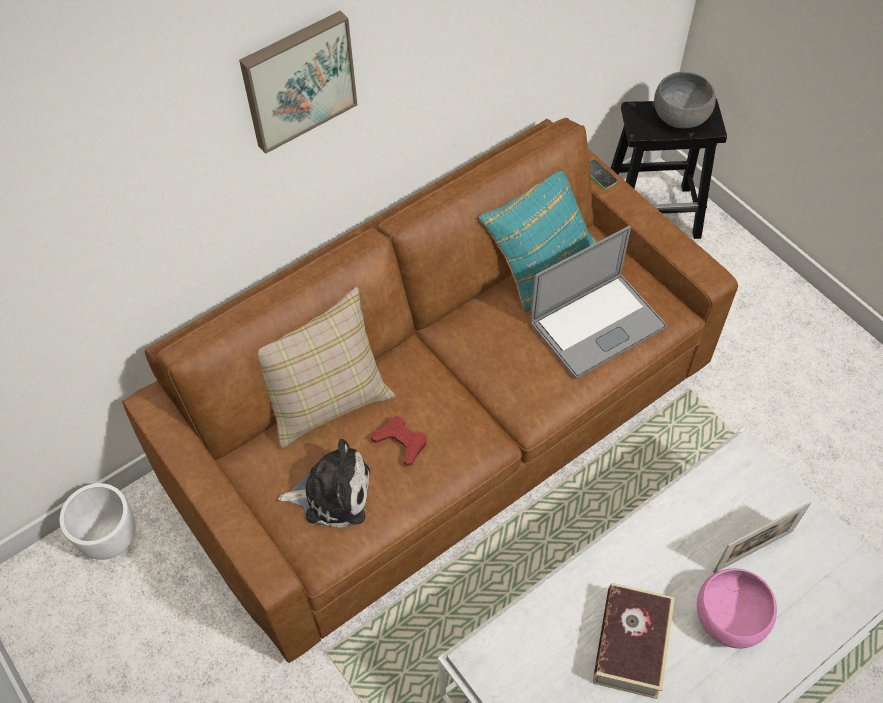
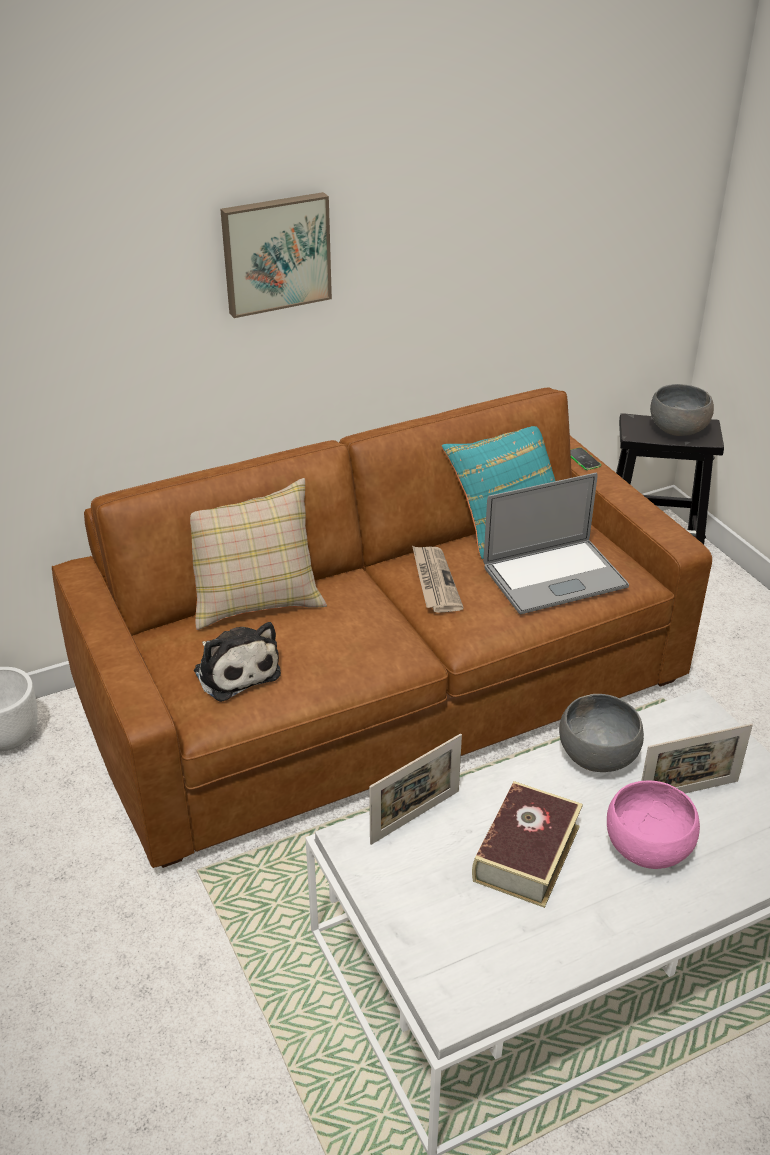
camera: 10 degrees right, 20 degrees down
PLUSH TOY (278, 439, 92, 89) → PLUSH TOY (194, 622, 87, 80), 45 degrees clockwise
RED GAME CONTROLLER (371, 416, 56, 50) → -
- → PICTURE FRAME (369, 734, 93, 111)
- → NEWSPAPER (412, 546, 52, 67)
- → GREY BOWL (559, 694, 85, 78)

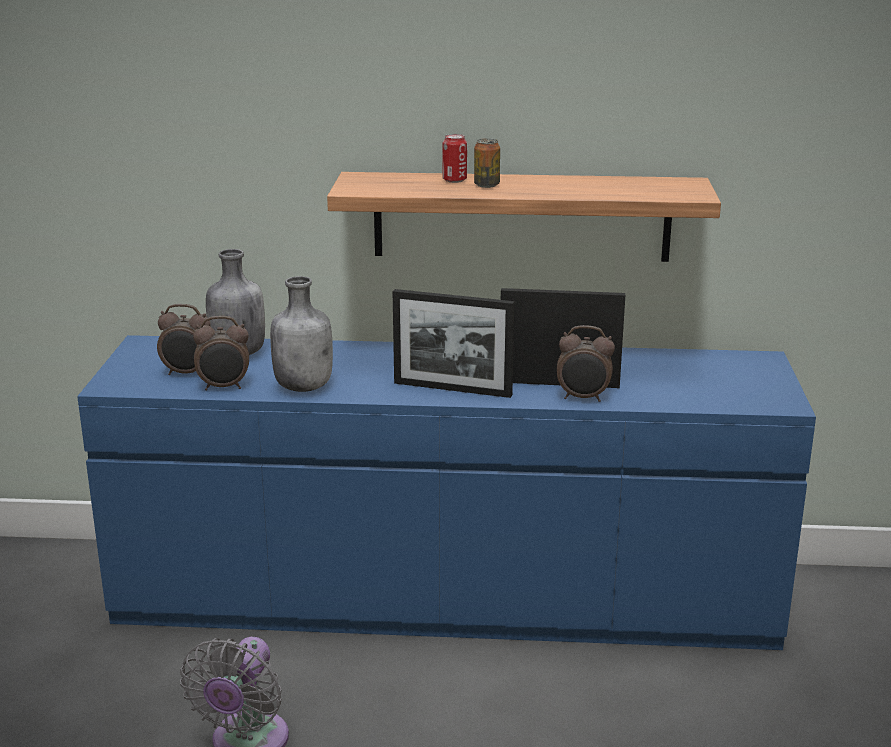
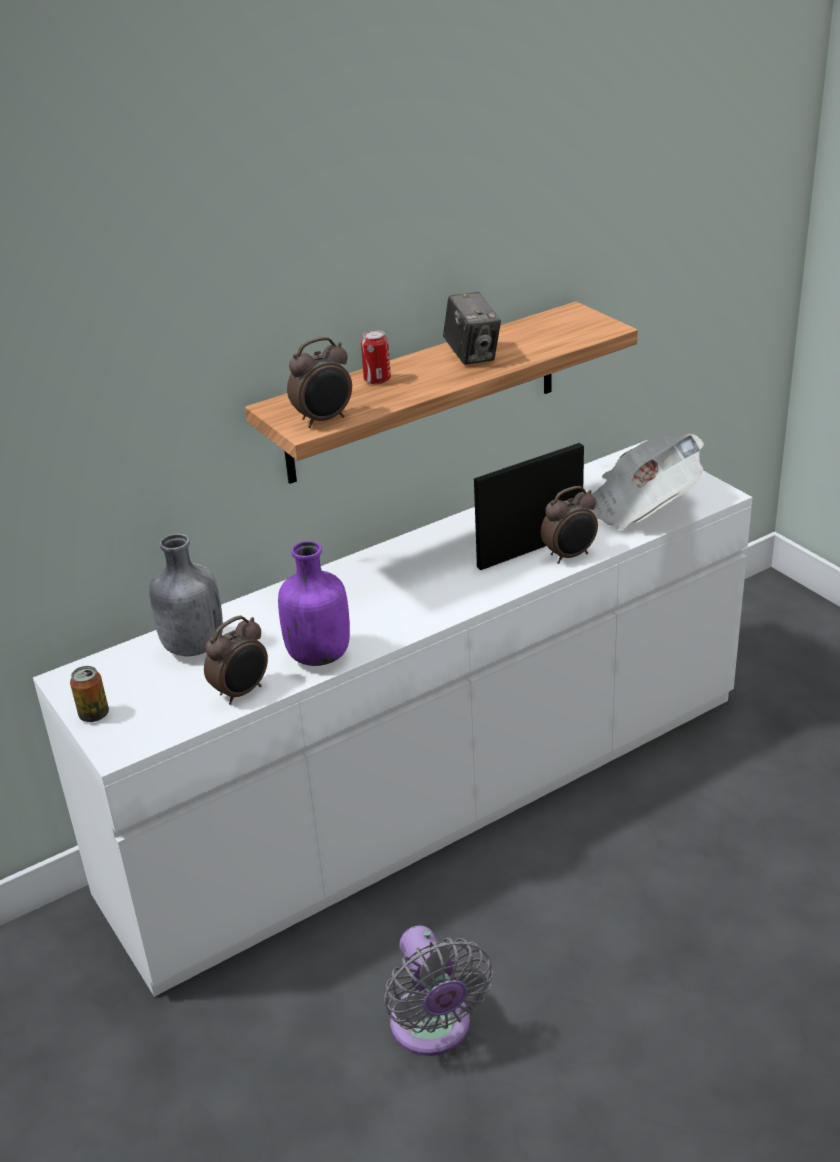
camera: 35 degrees left, 10 degrees up
BLUE DRESSER (77, 335, 739, 315) → WHITE DRESSER (33, 440, 719, 557)
ALARM CLOCK (157, 304, 54, 71) → ALARM CLOCK (287, 337, 65, 91), relocated
GREY BOTTLE (270, 276, 63, 116) → PURPLE BOTTLE (278, 541, 72, 125)
PICTURE FRAME (393, 289, 122, 109) → -
CAN (474, 139, 26, 49) → CAN (70, 666, 39, 56), relocated
- → PHOTO CAMERA (443, 292, 58, 73)
- → NEWSPAPER (590, 432, 114, 98)

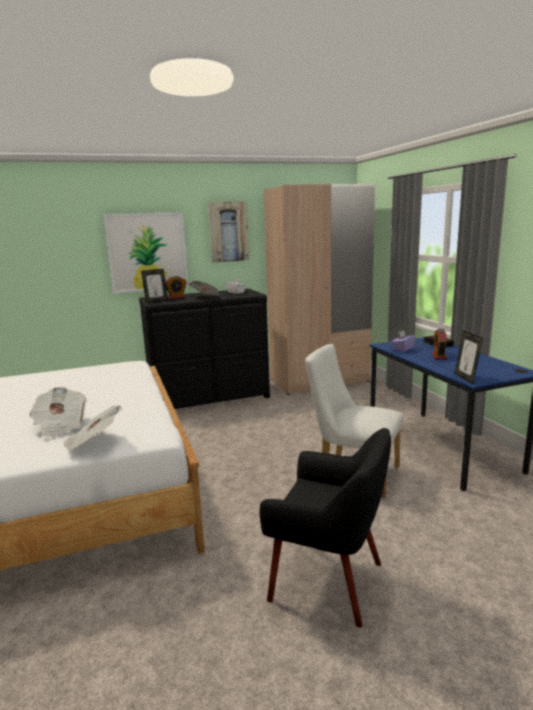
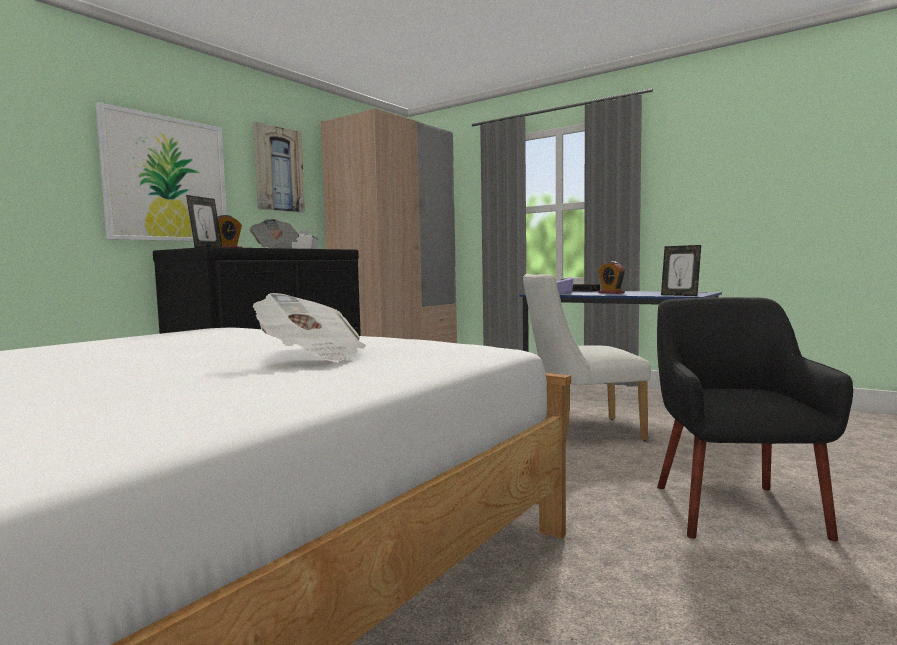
camera: 35 degrees left, 10 degrees down
NEWSPAPER (63, 405, 59, 47) → -
BLACK ARMCHAIR (259, 428, 132, 200) → BLACK ARMCHAIR (657, 297, 196, 244), 75 degrees counterclockwise

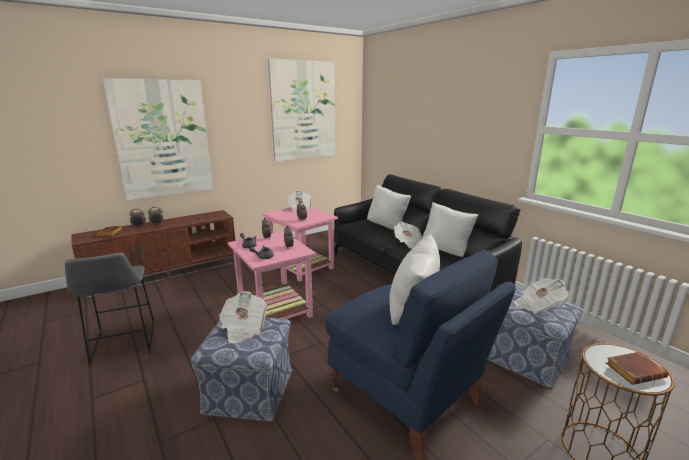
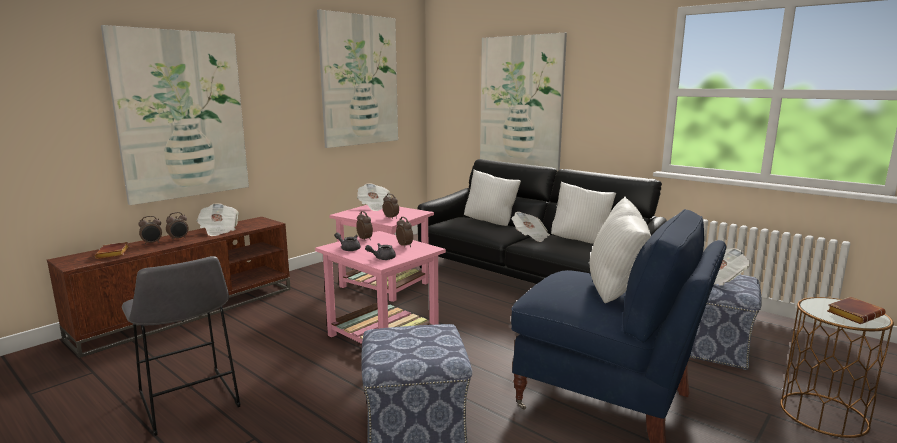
camera: 15 degrees left, 5 degrees down
NEWSPAPER (219, 291, 48, 52) → NEWSPAPER (196, 203, 43, 33), relocated
- → PICTURE (480, 33, 87, 137)

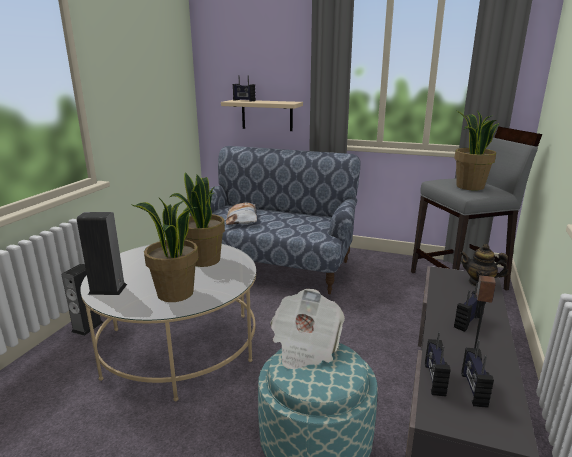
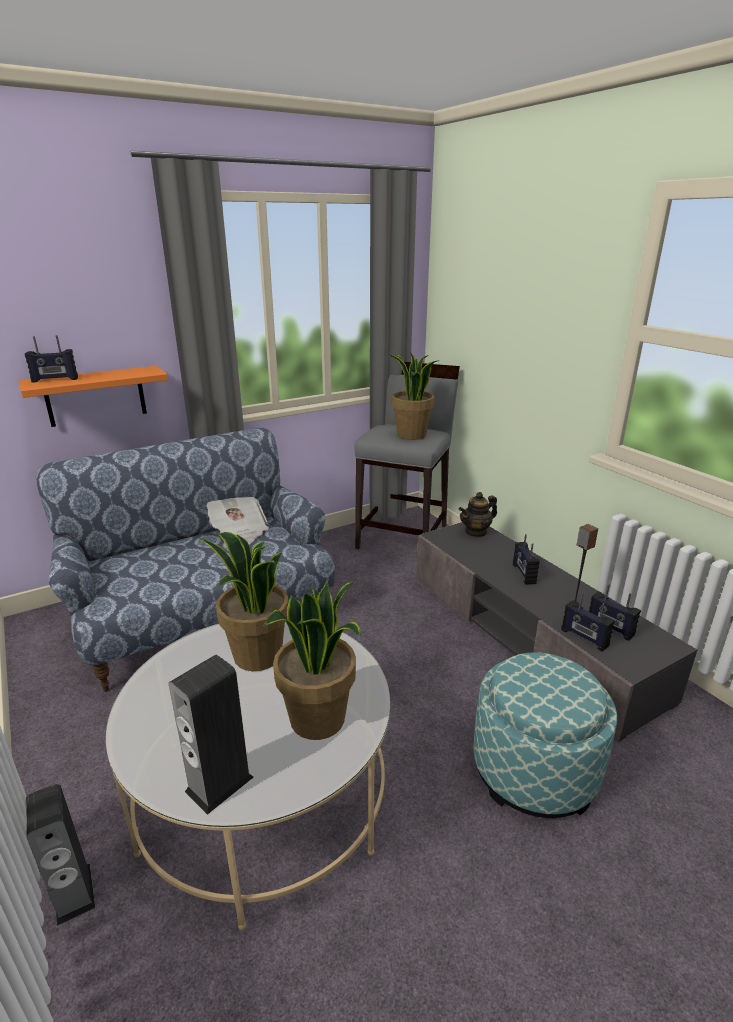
camera: 50 degrees left, 5 degrees up
BEIGE SHELF (221, 100, 82, 31) → ORANGE SHELF (18, 366, 150, 61)
PILLOW (226, 203, 31, 22) → -
NEWSPAPER (270, 289, 75, 80) → NEWSPAPER (207, 497, 62, 47), relocated

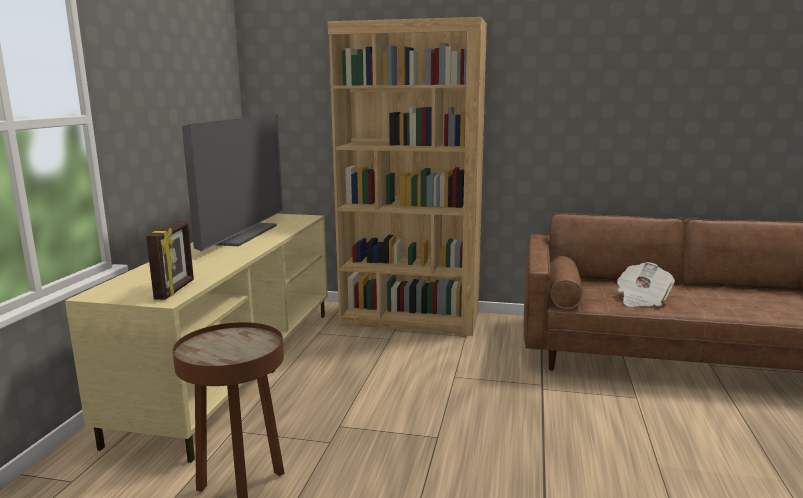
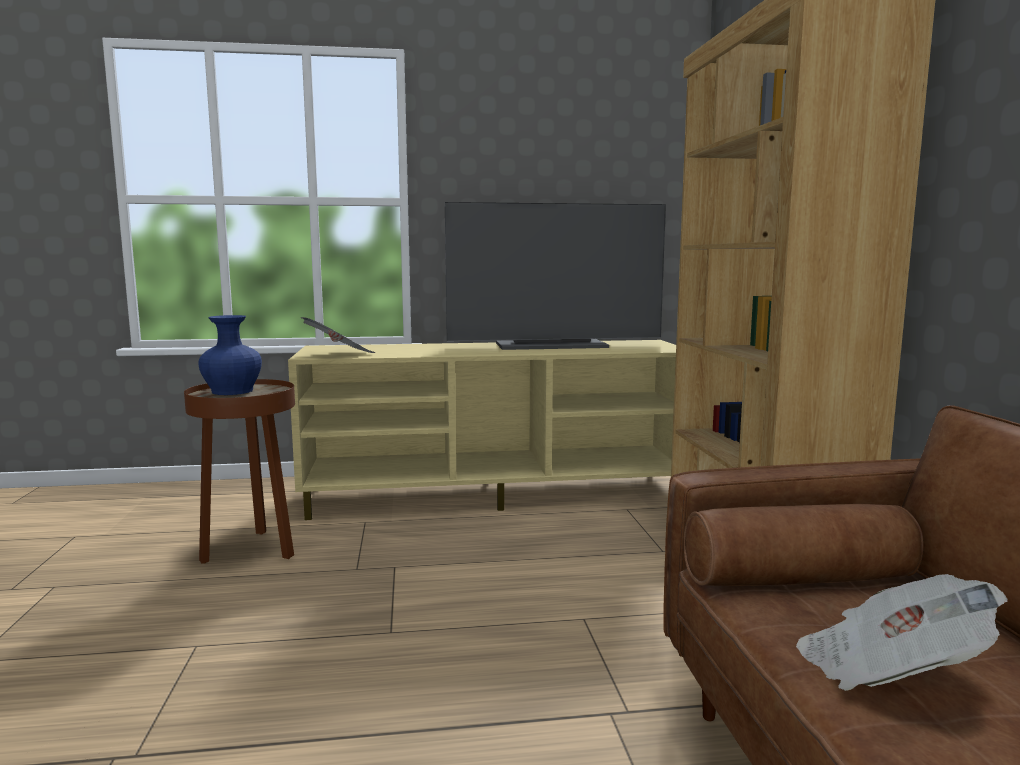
camera: 70 degrees right, 5 degrees down
PICTURE FRAME (146, 221, 48, 79) → NEWSPAPER (301, 317, 74, 36)
- → BLUE VASE (199, 315, 63, 80)

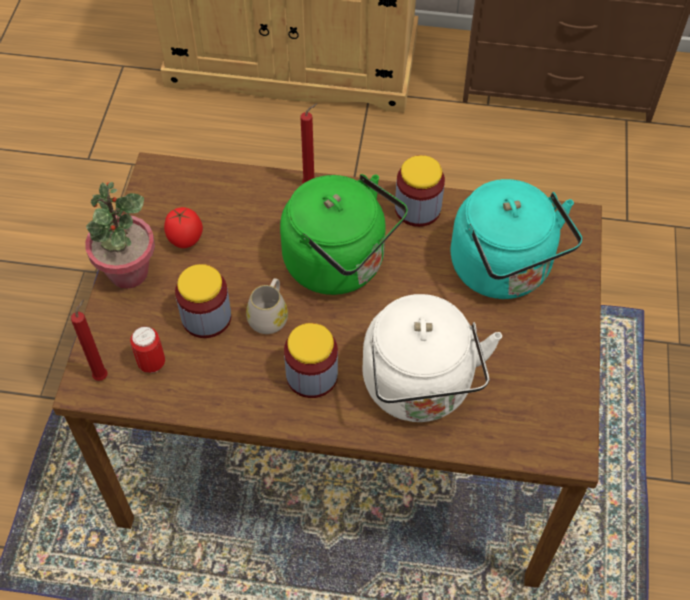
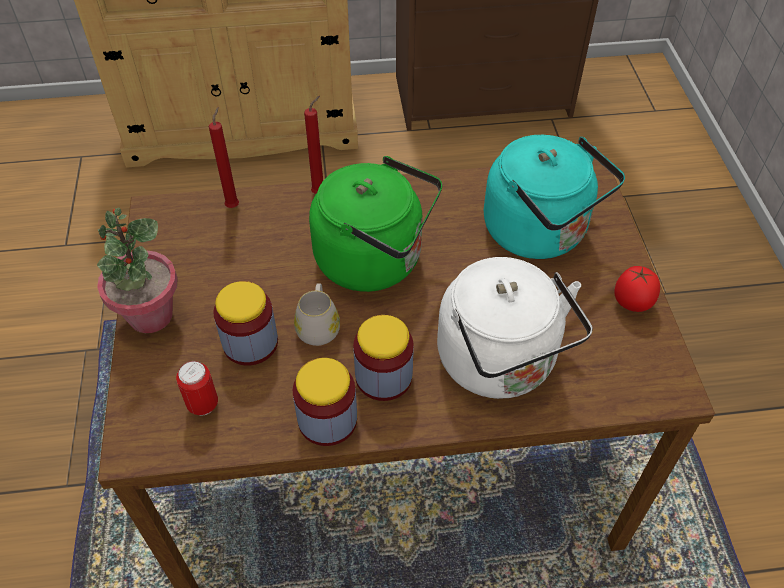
camera: 15 degrees left, 5 degrees down
RED CANDLE (71, 299, 37, 82) → RED CANDLE (209, 107, 30, 101), relocated
TOMATO (164, 207, 39, 41) → TOMATO (614, 266, 46, 46), relocated
JAR (395, 155, 50, 72) → JAR (293, 358, 64, 88), relocated

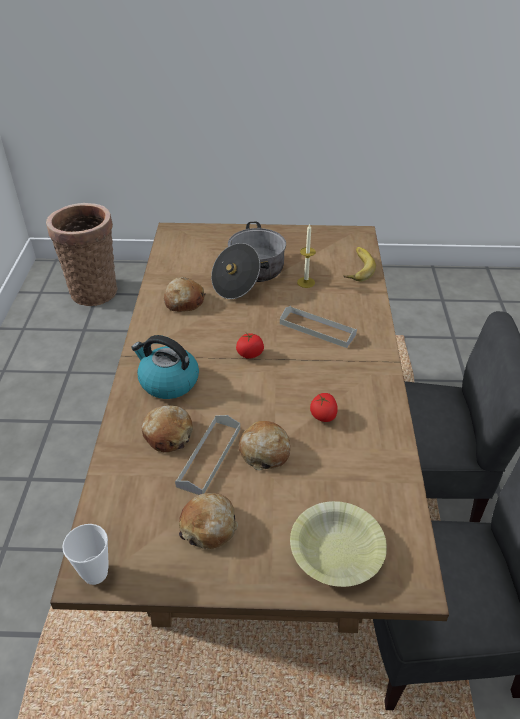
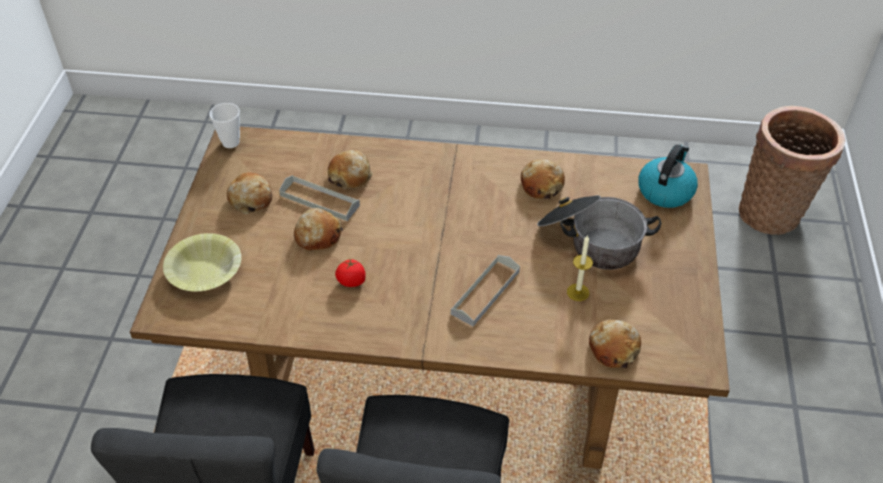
camera: 95 degrees right, 5 degrees up
KETTLE (131, 335, 68, 64) → KETTLE (638, 145, 60, 63), relocated
TOMATO (236, 333, 28, 26) → -
BANANA (343, 247, 33, 35) → BREAD (589, 319, 52, 49)

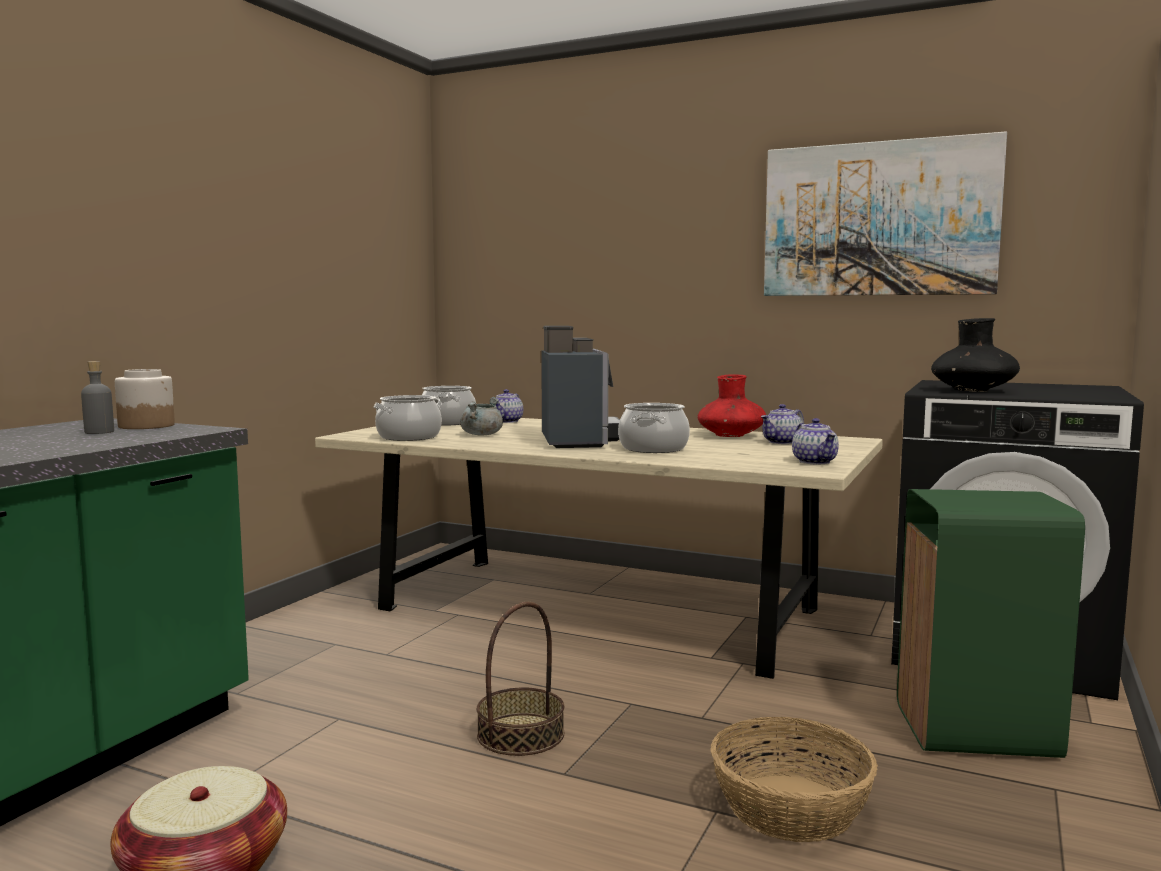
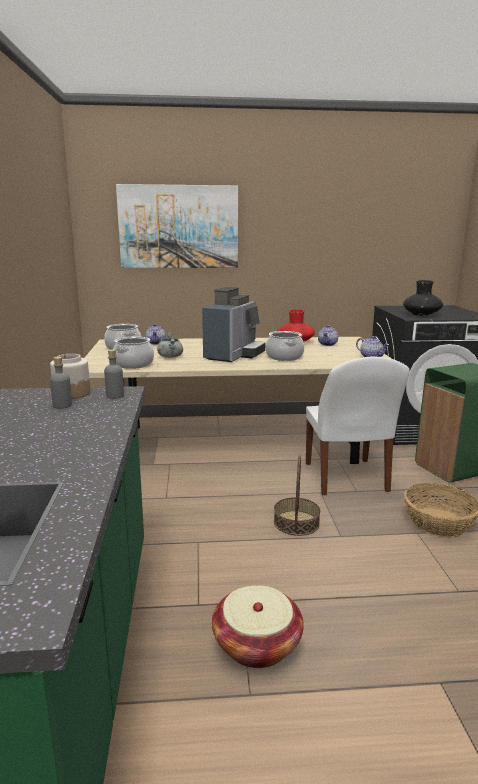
camera: 30 degrees left, 10 degrees up
COFFEE MACHINE (541, 326, 79, 122) → COFFEE MACHINE (202, 287, 63, 75), 60 degrees clockwise
PICTURE (764, 132, 243, 164) → PICTURE (116, 184, 122, 84), relocated
- → GREY BOTTLE (104, 349, 20, 50)
- → WHITE CHAIR (306, 356, 104, 139)

